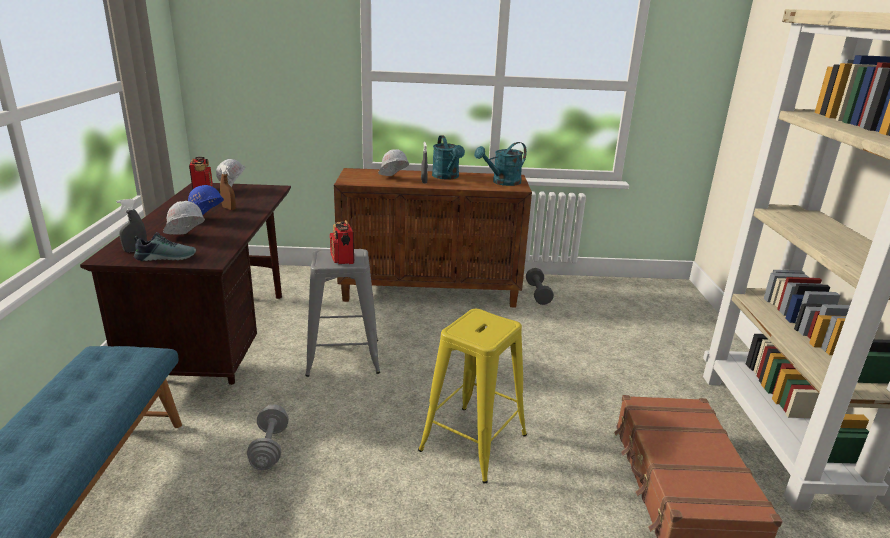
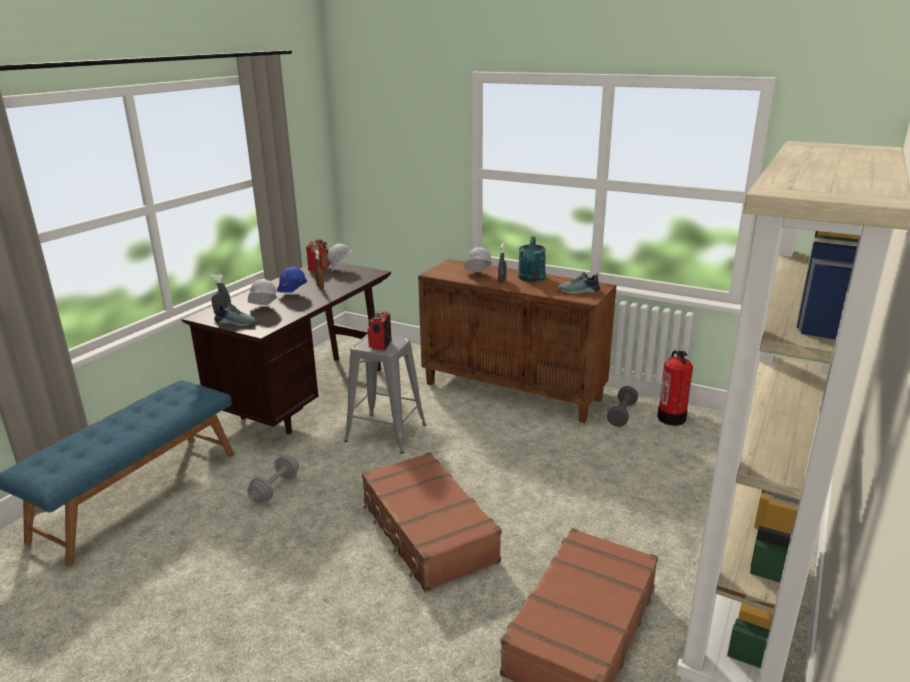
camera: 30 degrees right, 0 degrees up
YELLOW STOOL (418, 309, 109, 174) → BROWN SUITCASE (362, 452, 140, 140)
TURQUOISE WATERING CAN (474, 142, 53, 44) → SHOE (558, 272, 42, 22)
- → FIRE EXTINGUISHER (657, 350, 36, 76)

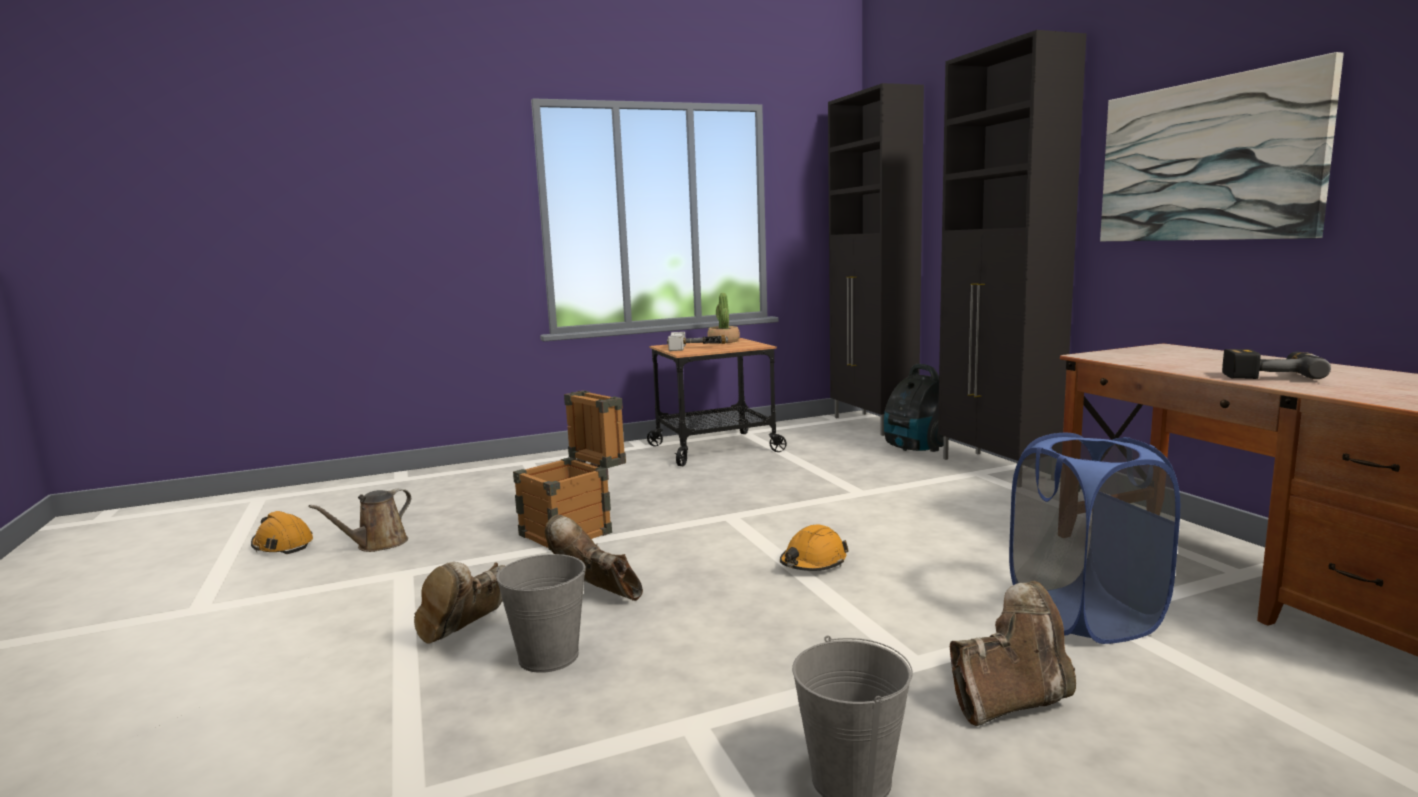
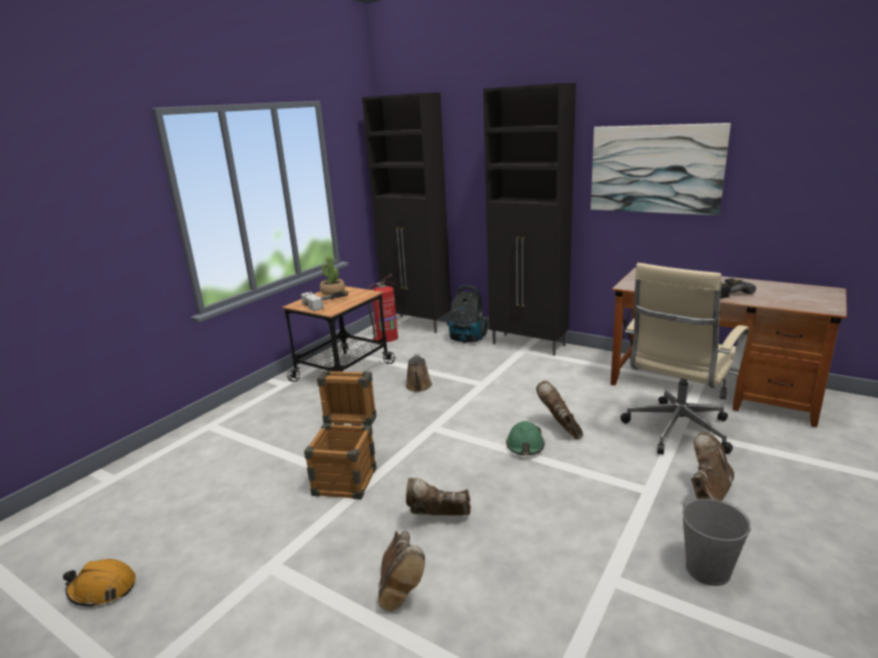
camera: 35 degrees left, 10 degrees up
BROWN WATERING CAN (309, 489, 102, 63) → BROWN WATERING CAN (406, 354, 26, 38), relocated
GREY BUCKET (496, 554, 90, 119) → -
ORANGE HARD HAT (780, 524, 69, 47) → GREEN HARD HAT (506, 421, 39, 34)
BLUE LAUNDRY BASKET (1009, 433, 171, 211) → BEIGE OFFICE CHAIR (620, 263, 129, 191)
- → FIRE EXTINGUISHER (368, 275, 30, 67)
- → BROWN BOOT (536, 381, 47, 58)

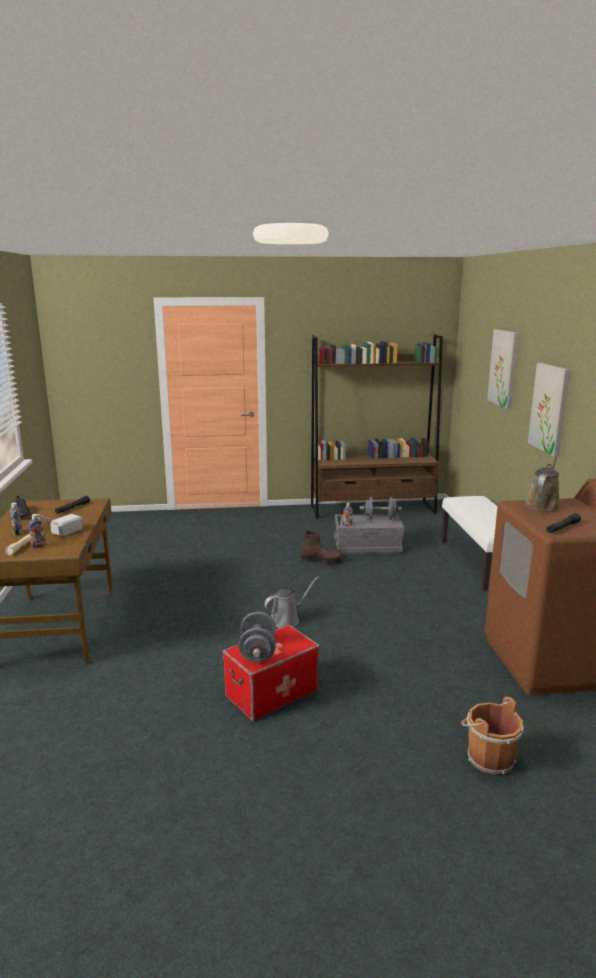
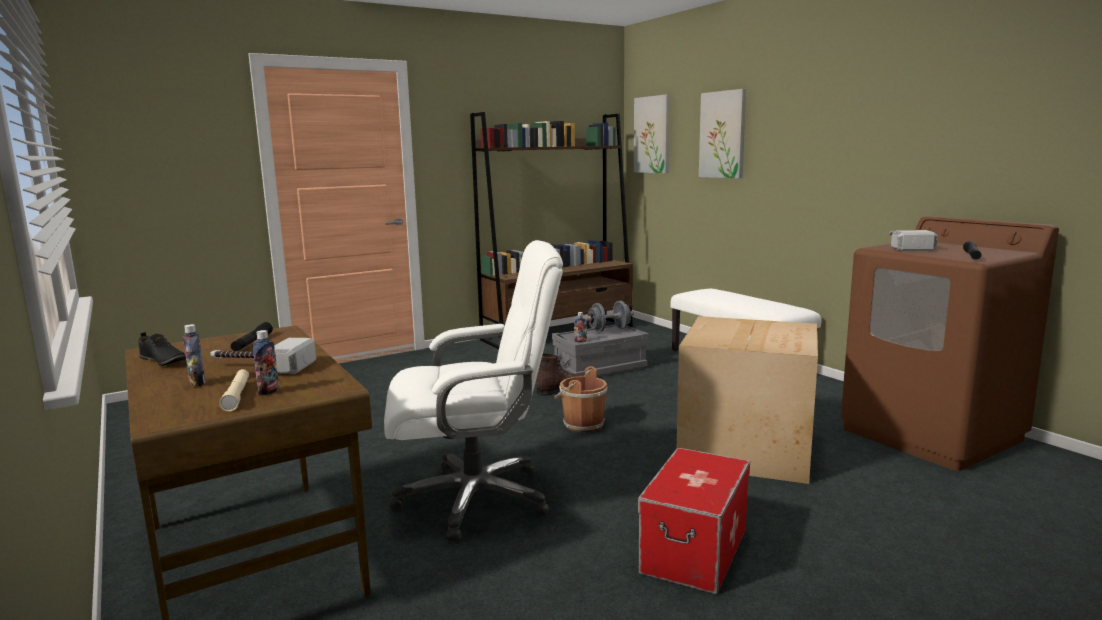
camera: 25 degrees left, 5 degrees down
GREY DUMBBELL (239, 612, 37, 50) → -
GREY WATERING CAN (264, 577, 55, 51) → -
BROWN BUCKET (461, 697, 63, 79) → BROWN BUCKET (554, 366, 53, 66), relocated
BROWN WATERING CAN (524, 453, 36, 58) → HAMMER (889, 230, 49, 21)
PICTURE (528, 363, 42, 94) → PICTURE (634, 94, 36, 79), relocated
- → WHITE OFFICE CHAIR (384, 240, 179, 302)
- → CARDBOARD BOX (677, 316, 141, 168)

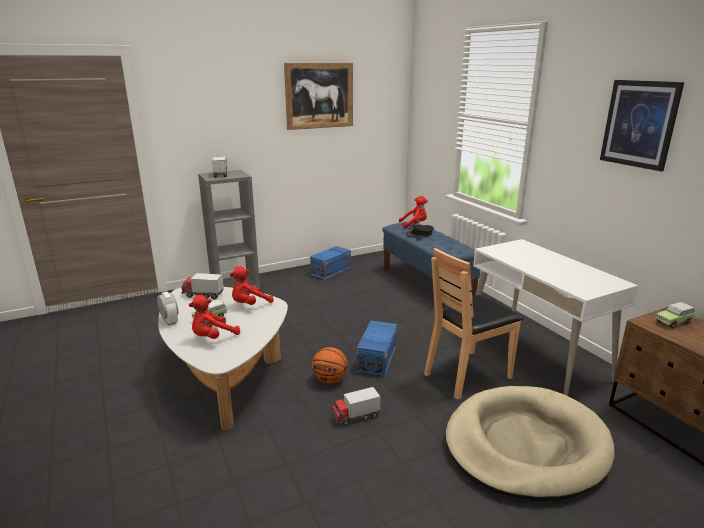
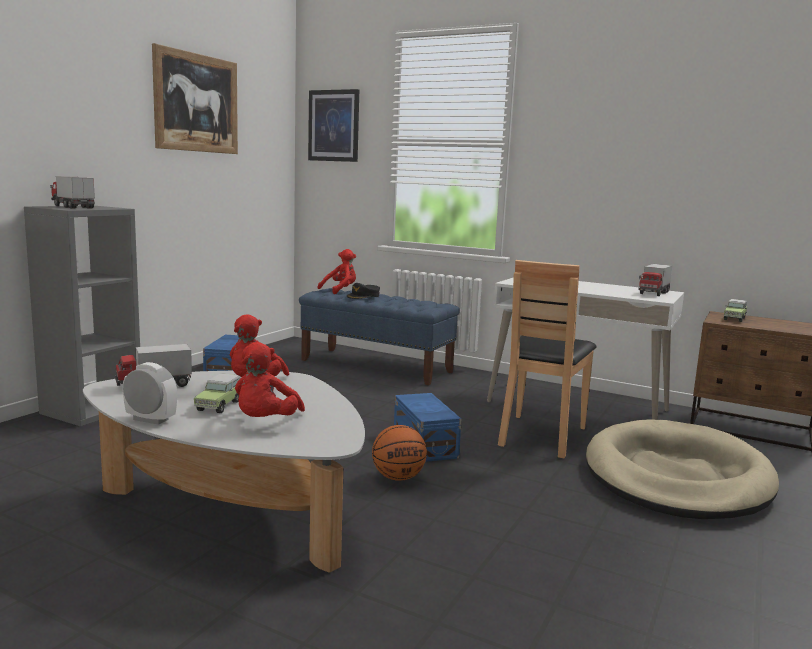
camera: 35 degrees left, 10 degrees down
TOY TRUCK (331, 387, 50, 39) → TOY TRUCK (638, 264, 34, 32), relocated
PICTURE (600, 80, 84, 91) → PICTURE (308, 89, 51, 73), relocated

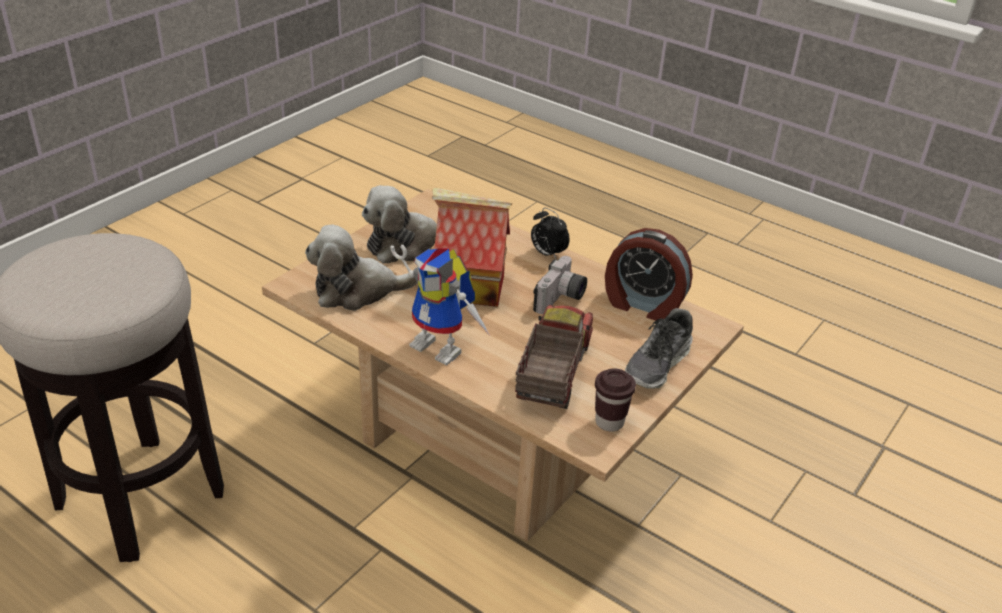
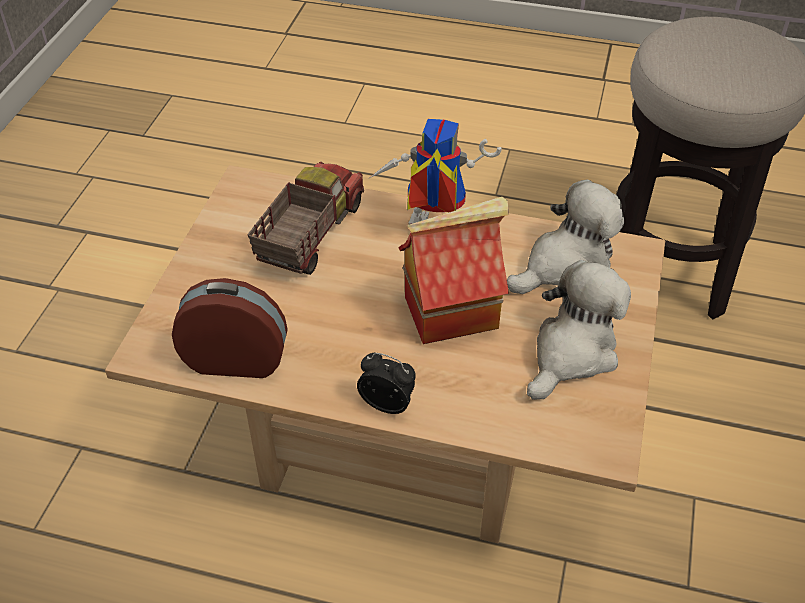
camera: 160 degrees right, 10 degrees up
TOY TRUCK (515, 305, 78, 104) → TOY TRUCK (247, 162, 117, 113), 150 degrees counterclockwise
PHOTO CAMERA (533, 256, 54, 58) → -
BROWN CUP (595, 369, 41, 63) → -
SHOE (625, 308, 68, 81) → -

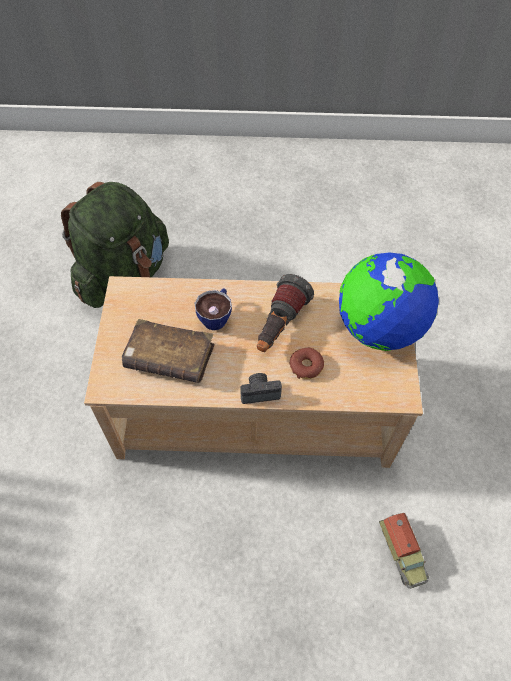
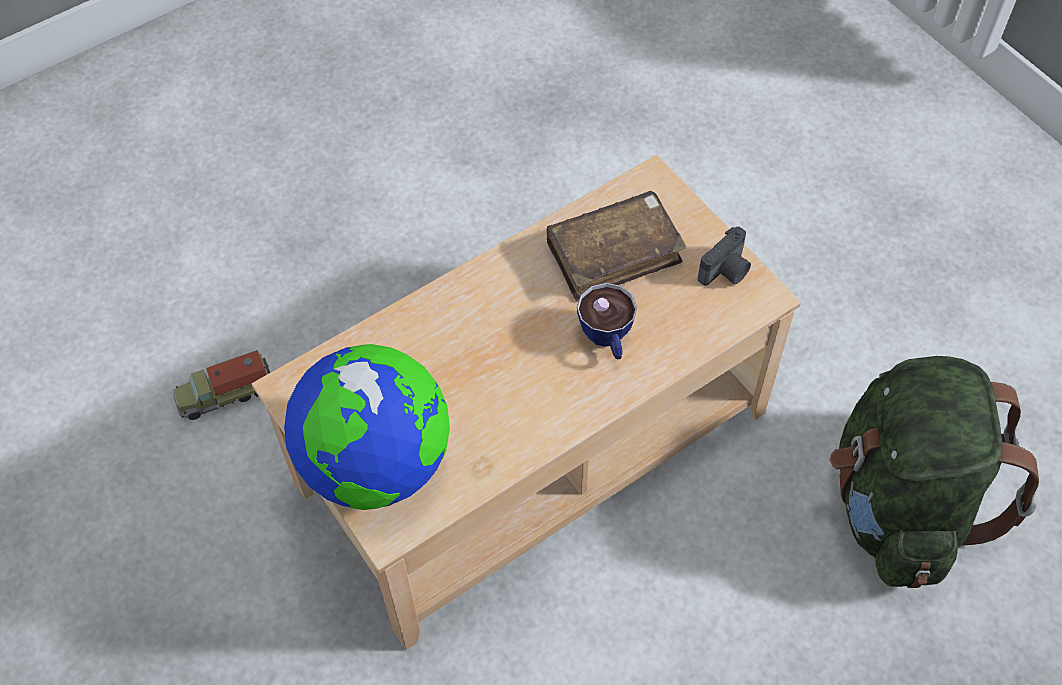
camera: 145 degrees right, 0 degrees up
PHOTO CAMERA (241, 373, 41, 31) → PHOTO CAMERA (698, 227, 53, 58), relocated
FLASHLIGHT (257, 274, 57, 78) → -
DONUT (290, 348, 34, 31) → -
TOY TRUCK (379, 513, 50, 75) → TOY TRUCK (173, 350, 97, 70), 60 degrees counterclockwise

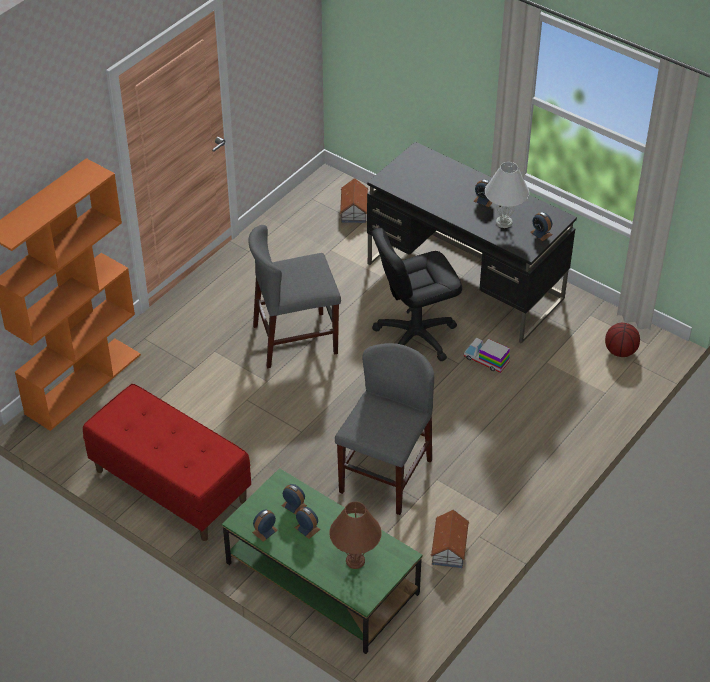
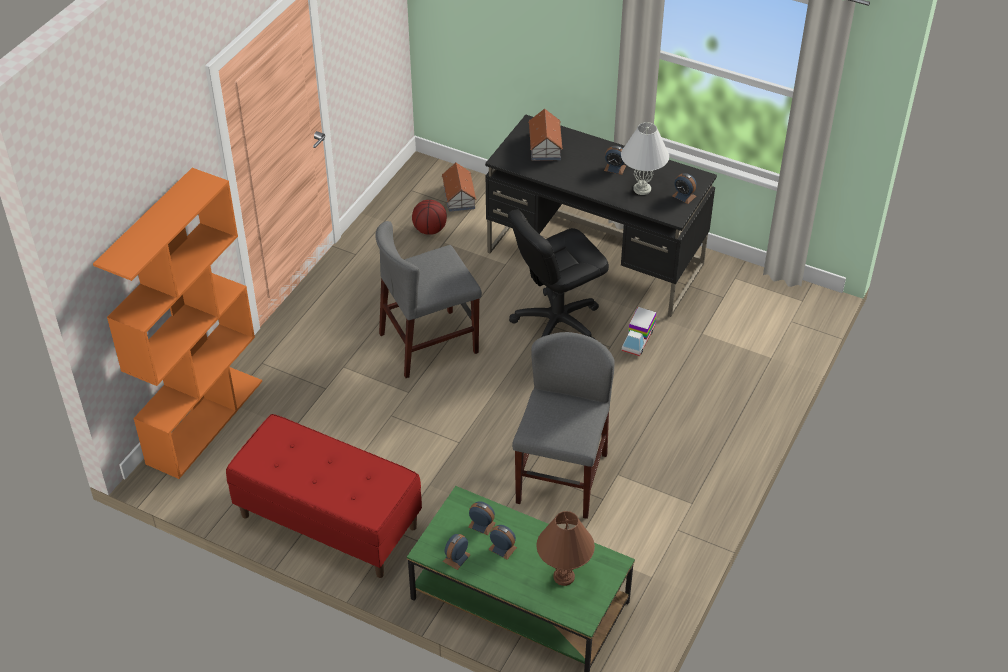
camera: 10 degrees left, 0 degrees up
TOY HOUSE (430, 510, 39, 58) → TOY HOUSE (528, 109, 35, 52), relocated
TOY TRUCK (464, 338, 46, 35) → TOY TRUCK (622, 307, 34, 49), 90 degrees counterclockwise
BASKETBALL (605, 323, 35, 34) → BASKETBALL (412, 200, 35, 35), relocated

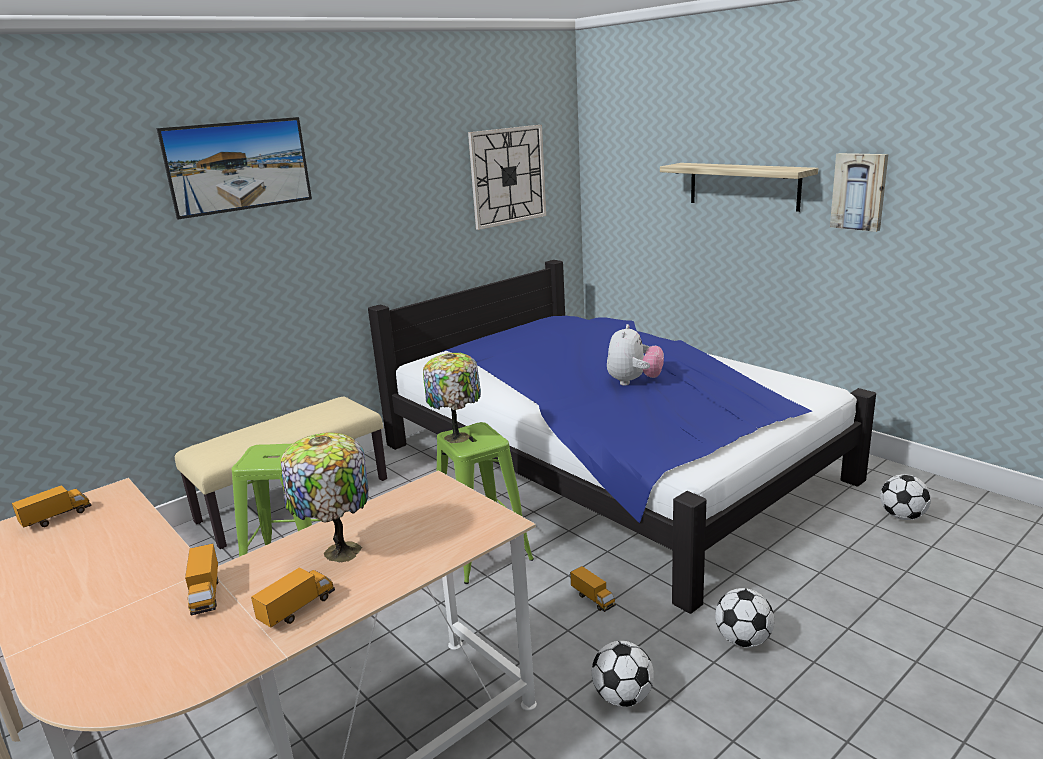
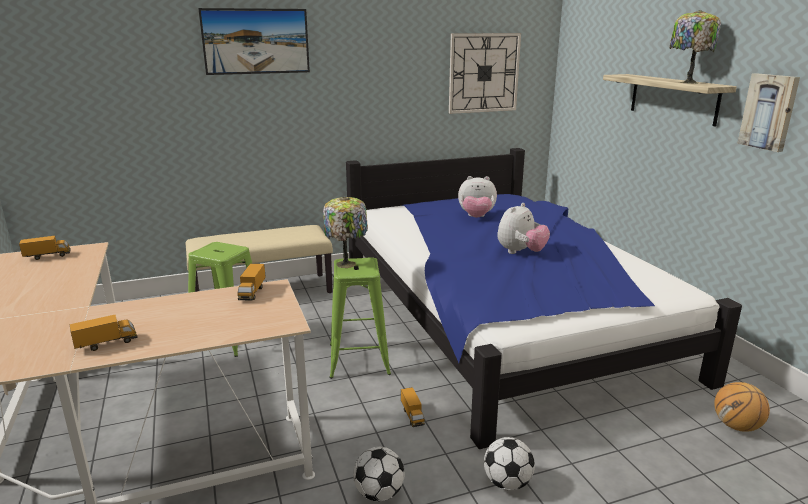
camera: 20 degrees right, 0 degrees up
TOY TRUCK (185, 544, 33, 71) → TOY TRUCK (238, 263, 28, 38), relocated
TABLE LAMP (281, 433, 87, 130) → TABLE LAMP (670, 10, 51, 74), relocated
FOOTBALL (880, 474, 51, 46) → BASKETBALL (714, 382, 56, 50)
- → PLUSH TOY (458, 176, 39, 42)

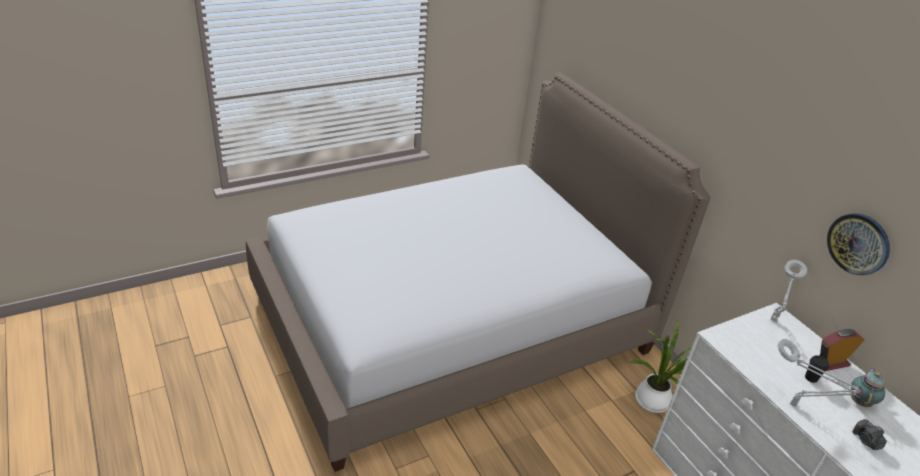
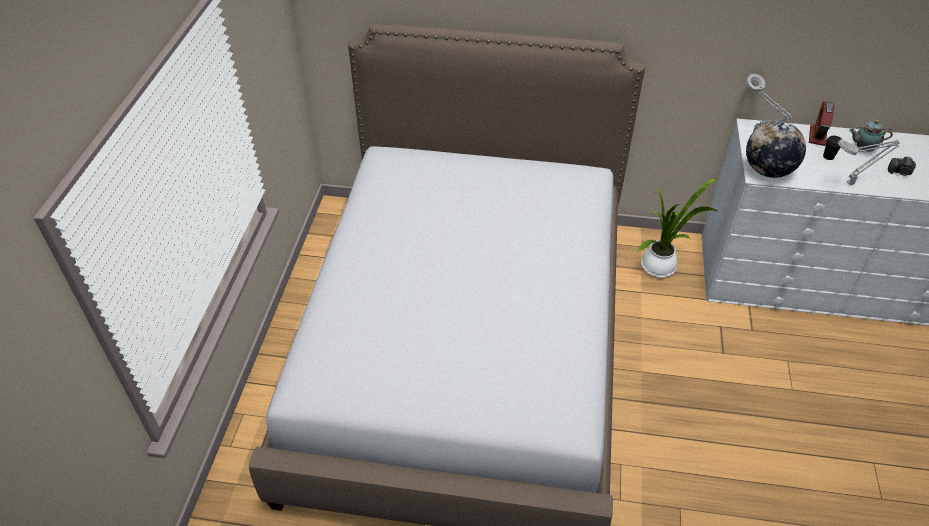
camera: 50 degrees left, 10 degrees up
WALL CLOCK (827, 213, 63, 62) → -
TEAPOT (851, 368, 34, 39) → TEAPOT (849, 120, 44, 31), 60 degrees counterclockwise
- → GLOBE (746, 121, 60, 57)

